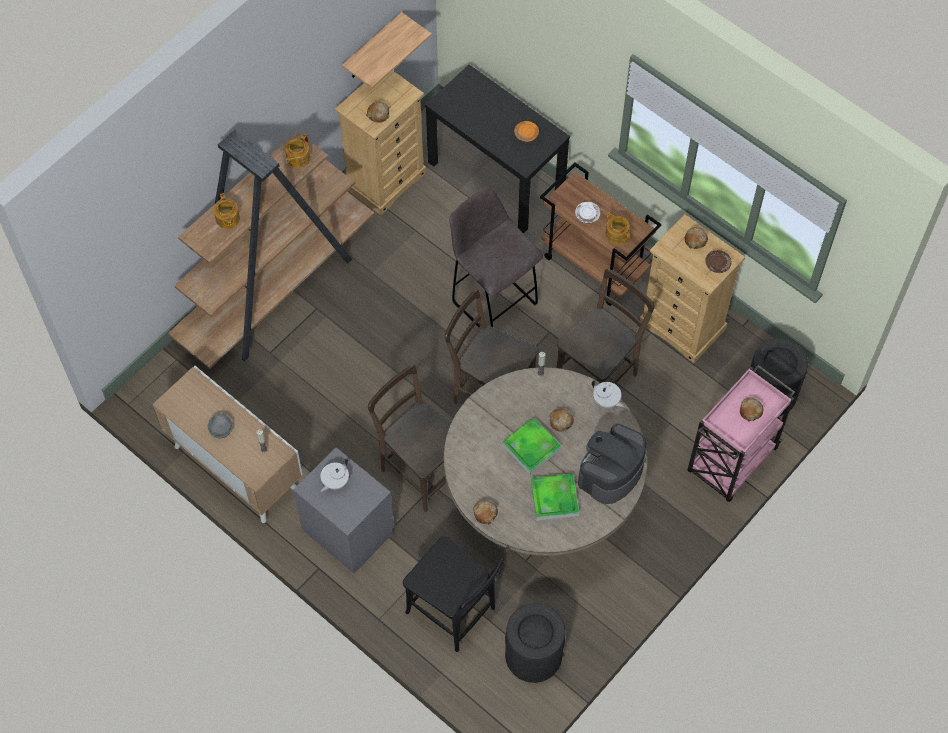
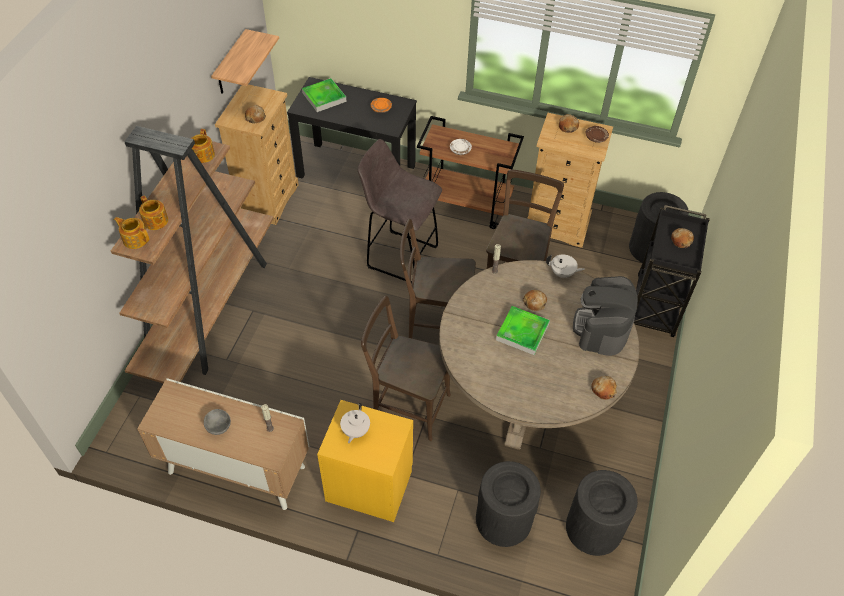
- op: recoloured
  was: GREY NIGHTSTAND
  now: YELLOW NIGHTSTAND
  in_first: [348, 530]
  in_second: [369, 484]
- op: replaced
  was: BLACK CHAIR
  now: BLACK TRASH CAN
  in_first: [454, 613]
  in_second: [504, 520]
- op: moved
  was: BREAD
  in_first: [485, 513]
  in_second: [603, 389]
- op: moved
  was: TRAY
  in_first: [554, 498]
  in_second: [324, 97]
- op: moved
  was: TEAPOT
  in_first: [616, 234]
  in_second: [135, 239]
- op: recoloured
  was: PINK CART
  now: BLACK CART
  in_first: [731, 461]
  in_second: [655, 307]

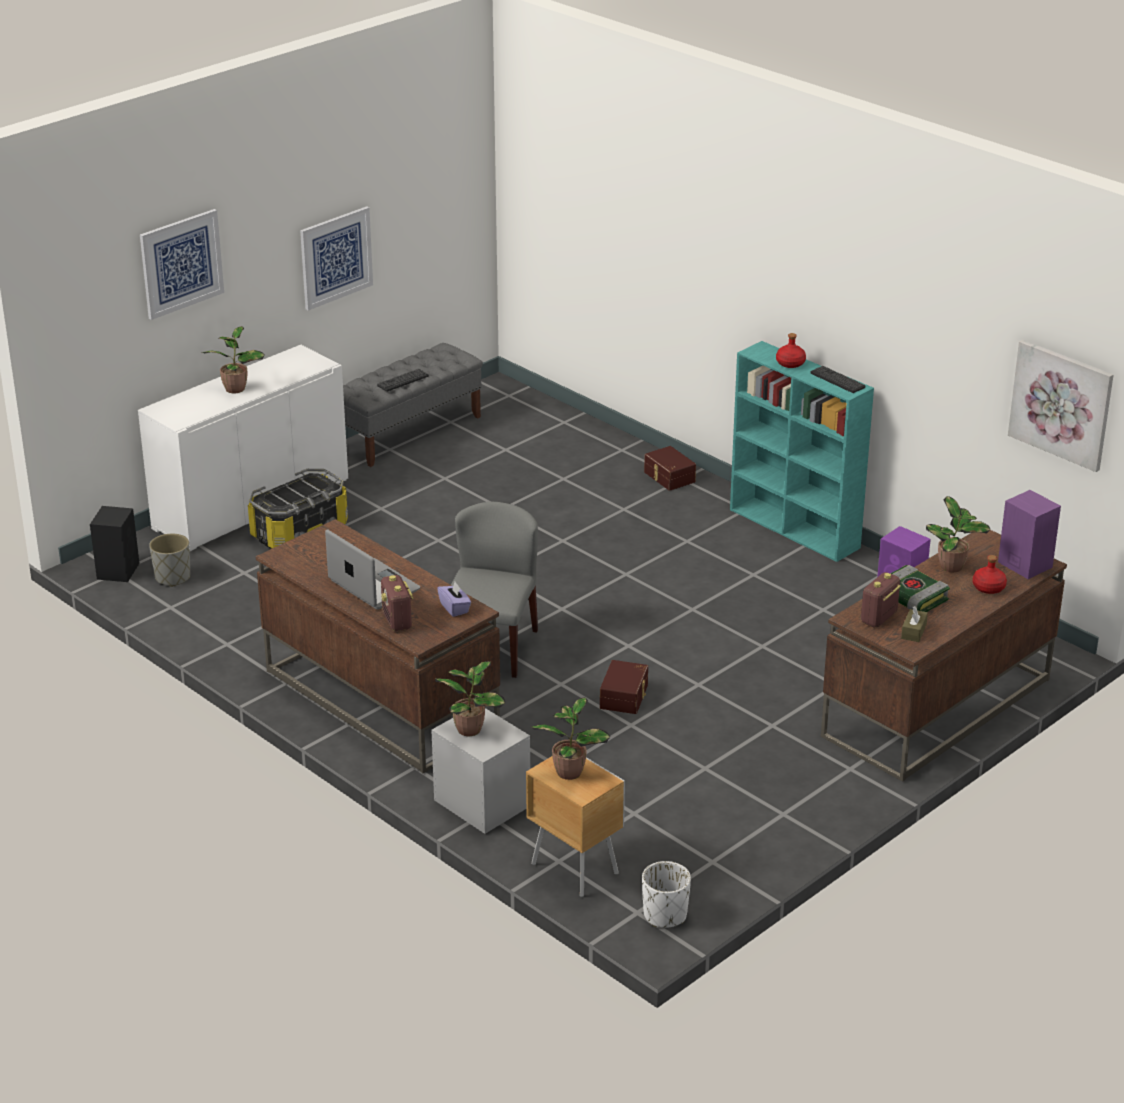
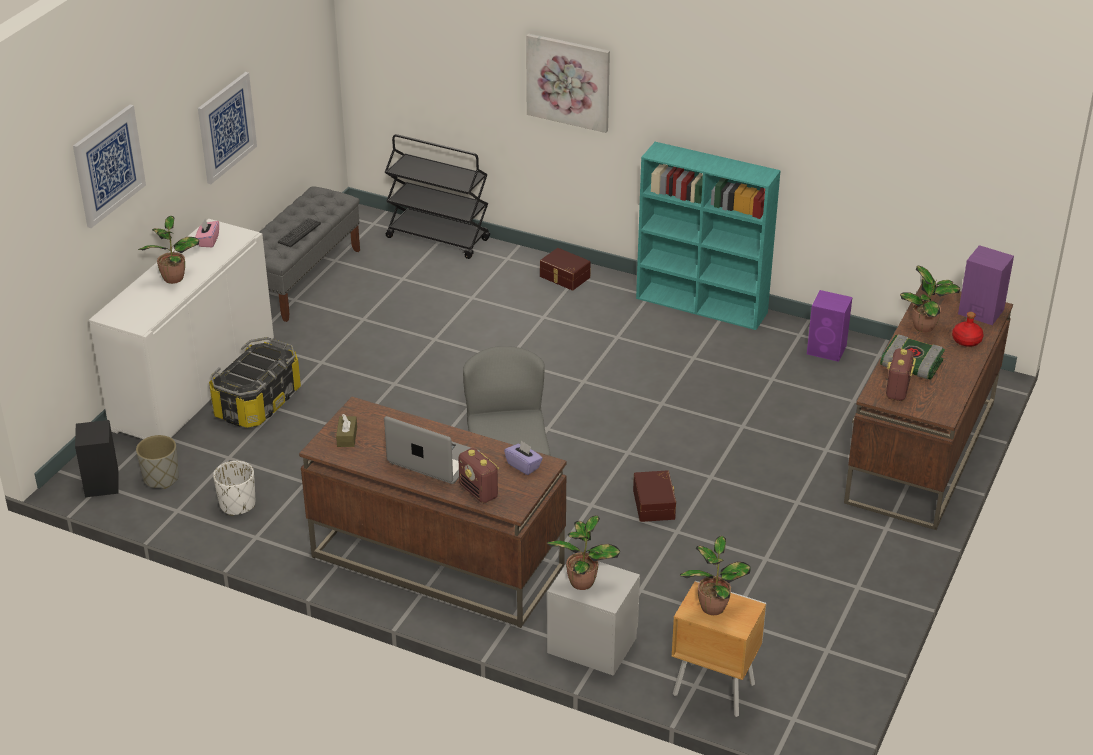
- op: moved
  was: WHITE PLANTER
  in_first: [665, 915]
  in_second: [237, 504]
- op: removed
  was: RED BOTTLE
  in_first: [790, 363]
- op: removed
  was: KEYBOARD
  in_first: [837, 380]
- op: moved
  was: BROWN TISSUE BOX
  in_first: [913, 631]
  in_second: [347, 437]
- op: moved
  was: PICTURE
  in_first: [1061, 404]
  in_second: [568, 81]
- op: added
  now: PINK TISSUE BOX
  in_second: [208, 241]
- op: added
  now: BLACK CART
  in_second: [439, 238]

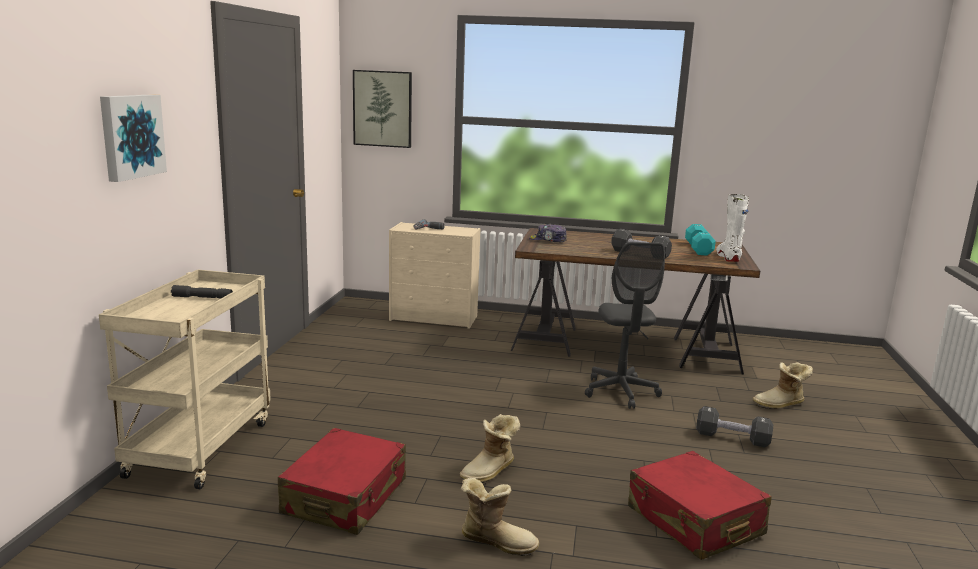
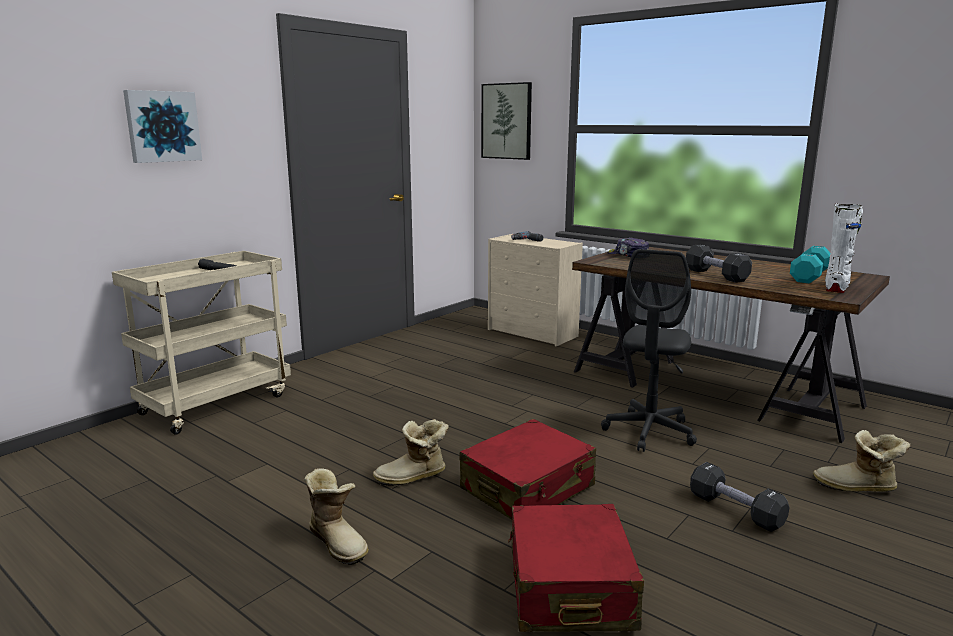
- op: moved
  was: RED SUITCASE
  in_first: [345, 497]
  in_second: [528, 488]

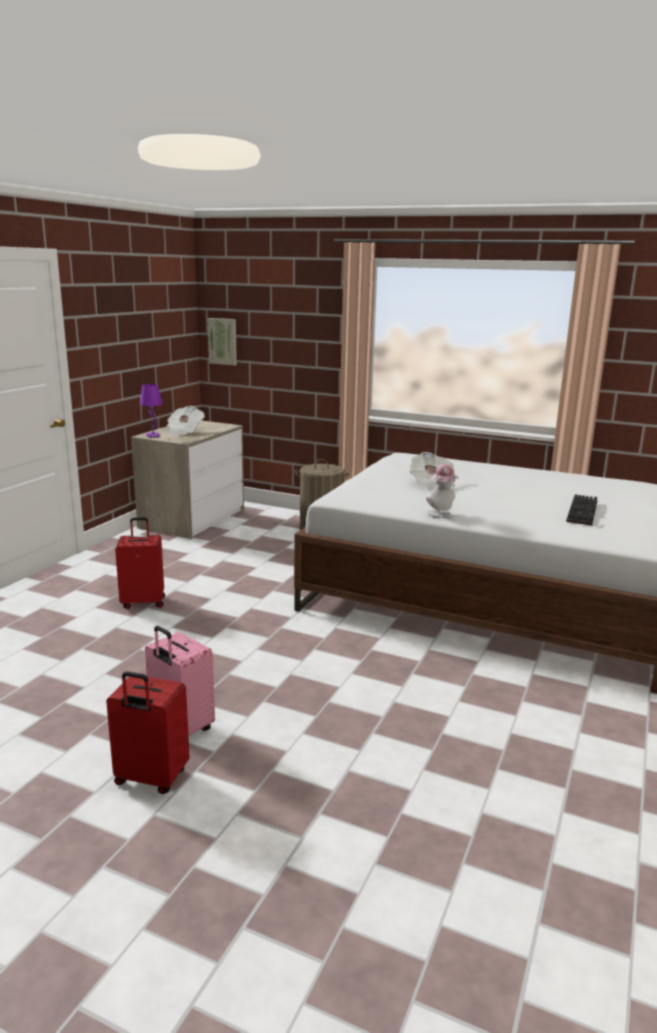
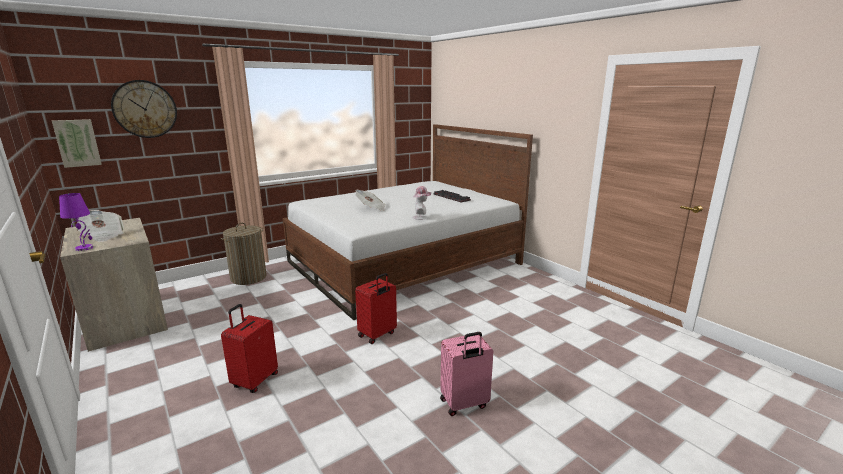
- op: moved
  was: RED SUITCASE
  in_first: [150, 779]
  in_second: [377, 335]
- op: added
  now: WALL CLOCK
  in_second: [145, 109]

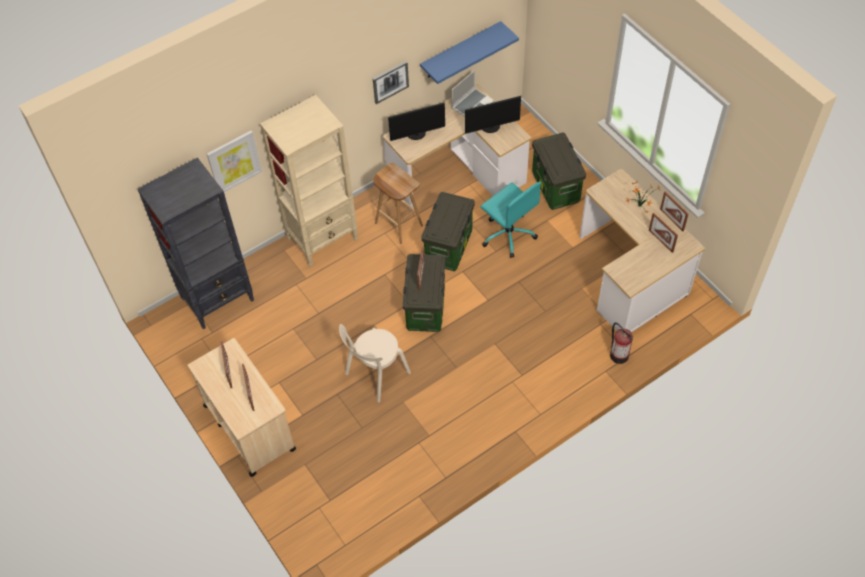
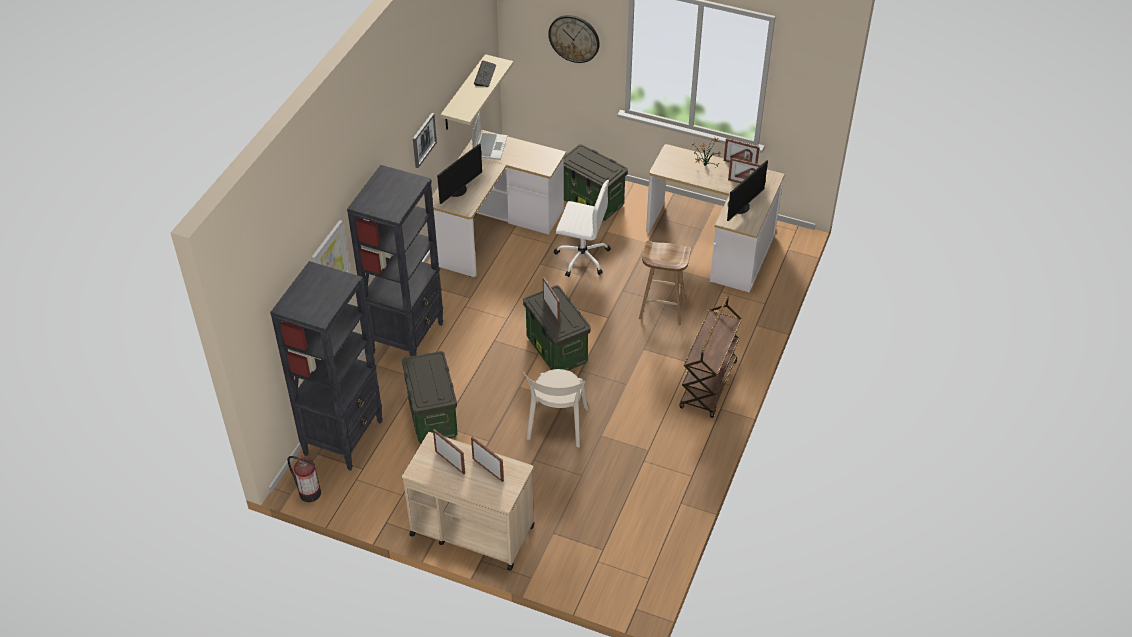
- op: recoloured
  was: BEIGE BOOKCASE
  now: BLACK BOOKCASE
  in_first: [323, 238]
  in_second: [407, 338]
- op: moved
  was: BROWN STOOL
  in_first: [398, 224]
  in_second: [661, 310]
- op: recoloured
  was: BLUE SHELF
  now: BEIGE SHELF
  in_first: [461, 50]
  in_second: [463, 94]
- op: moved
  was: STORAGE BOX
  in_first: [448, 246]
  in_second: [432, 416]
- op: moved
  was: MONITOR
  in_first: [491, 127]
  in_second: [740, 207]
- op: recoloured
  was: TURQUOISE OFFICE CHAIR
  now: WHITE OFFICE CHAIR
  in_first: [508, 234]
  in_second: [581, 257]
- op: moved
  was: FIRE EXTINGUISHER
  in_first: [618, 354]
  in_second: [308, 492]
- op: added
  now: KEYBOARD
  in_second: [485, 75]
- op: added
  now: WALL CLOCK
  in_second: [574, 38]
- op: added
  now: BROWN CART
  in_second: [708, 385]

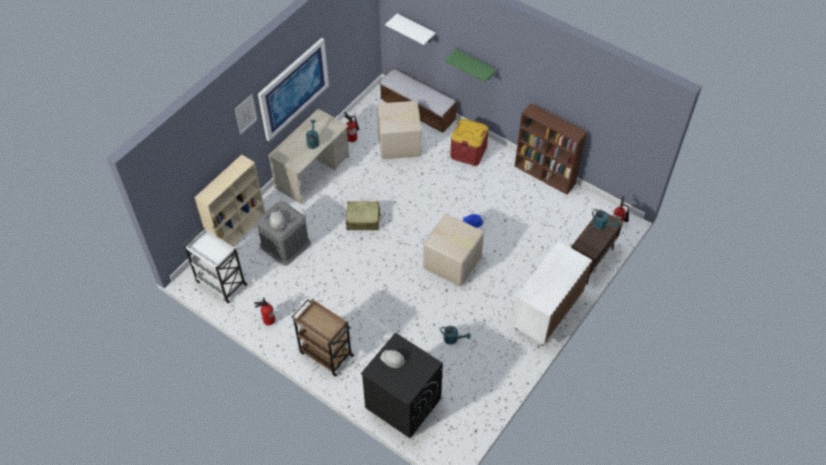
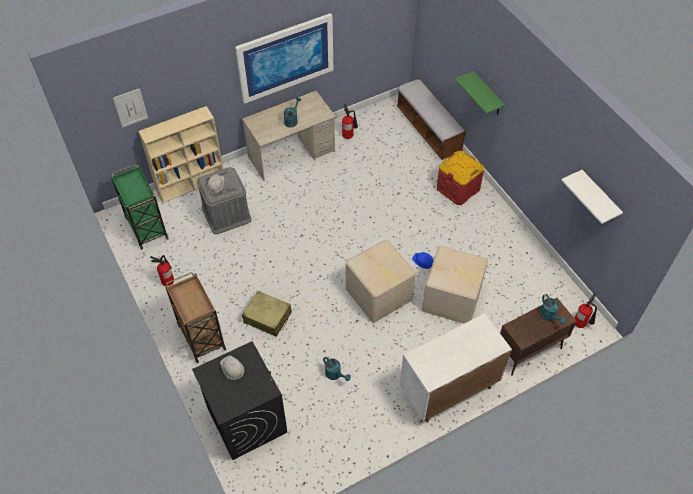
- op: recoloured
  was: WHITE CART
  now: GREEN CART
  in_first: [220, 282]
  in_second: [146, 227]
- op: moved
  was: PICTURE
  in_first: [246, 114]
  in_second: [130, 107]
- op: moved
  was: BEIGE SUITCASE
  in_first: [363, 219]
  in_second: [267, 318]
- op: moved
  was: CARDBOARD BOX
  in_first: [400, 143]
  in_second: [452, 299]
- op: moved
  was: WHITE SHELF
  in_first: [416, 29]
  in_second: [599, 197]
- op: removed
  was: BROWN BOOKCASE
  in_first: [545, 175]

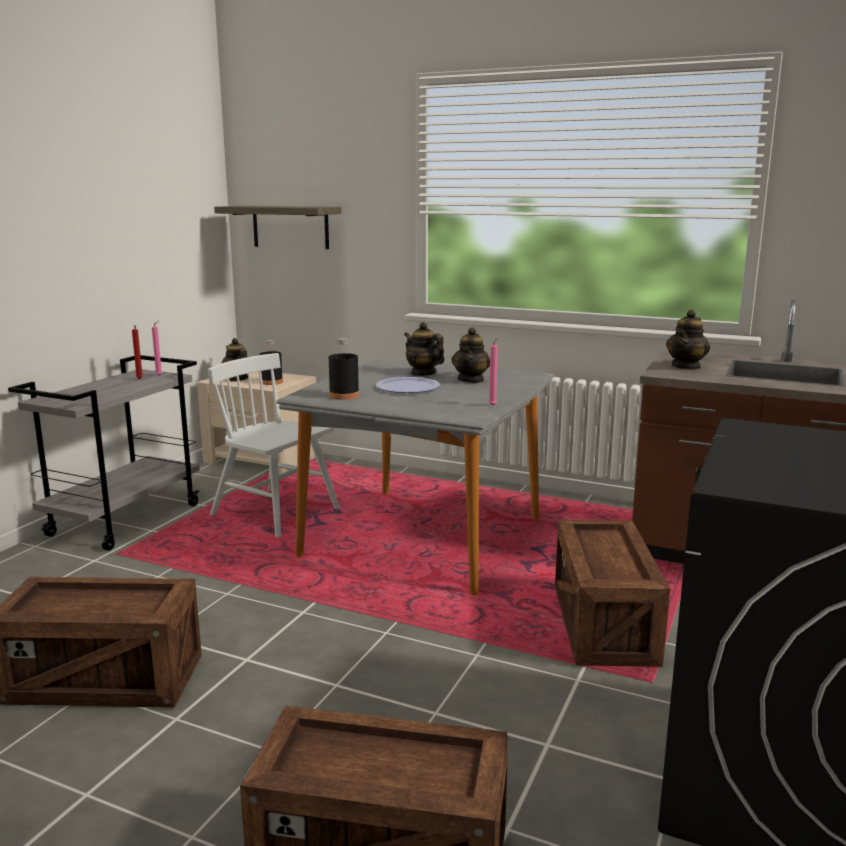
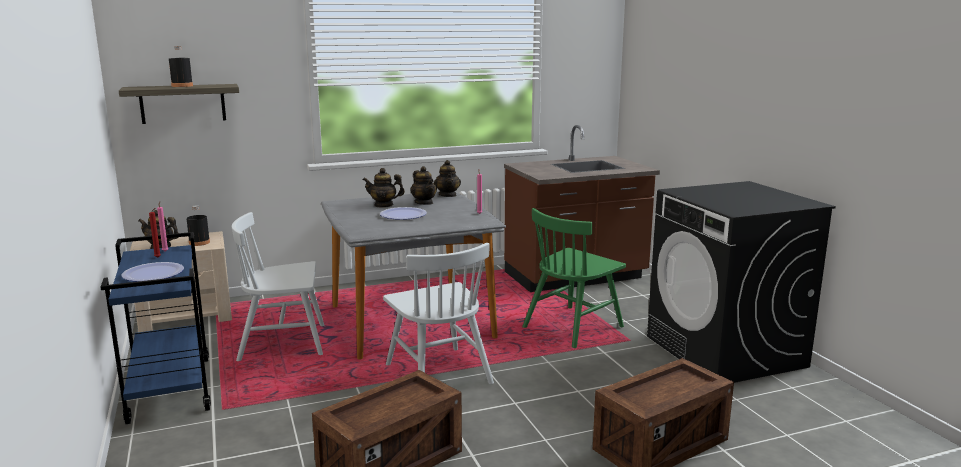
- op: recoloured
  was: GREY CART
  now: BLUE CART
  in_first: [125, 519]
  in_second: [169, 389]
- op: moved
  was: BLACK BOTTLE
  in_first: [344, 395]
  in_second: [182, 86]
- op: replaced
  was: CRATE
  now: GREEN CHAIR
  in_first: [603, 624]
  in_second: [572, 327]
- op: moved
  was: TEAPOT
  in_first: [686, 366]
  in_second: [447, 195]
- op: added
  now: PLATE
  in_second: [153, 274]
- op: added
  now: WHITE CHAIR
  in_second: [438, 374]

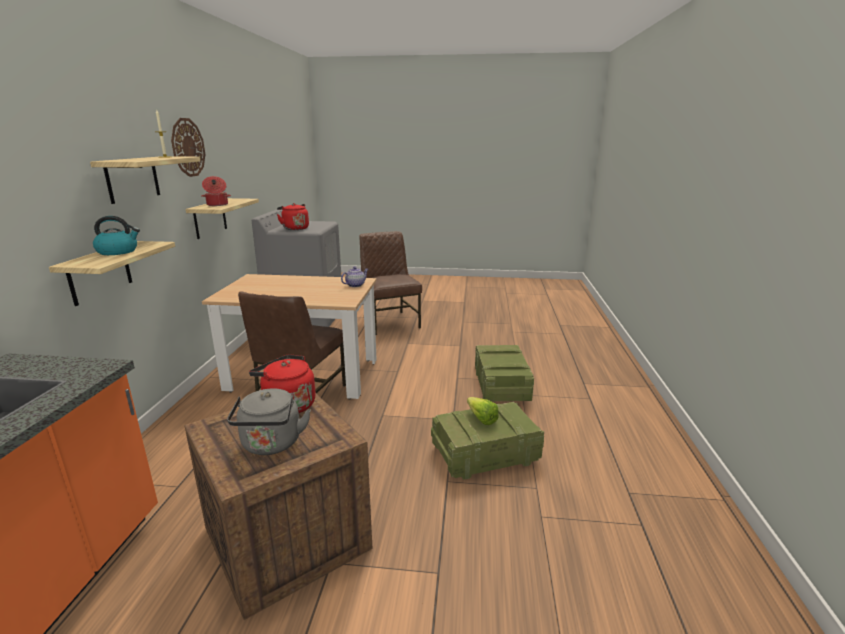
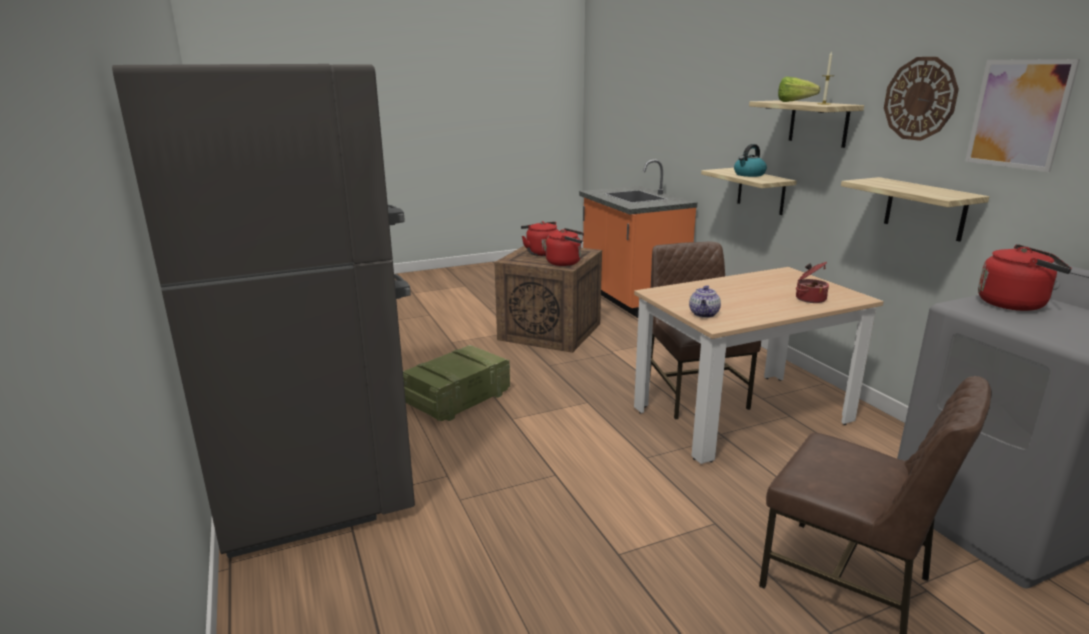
- op: moved
  was: COOKING POT
  in_first: [217, 205]
  in_second: [810, 298]
- op: recoloured
  was: GREY KETTLE
  now: RED KETTLE
  in_first: [271, 445]
  in_second: [541, 253]
- op: moved
  was: LETTUCE
  in_first: [480, 417]
  in_second: [797, 102]
- op: removed
  was: CRATE
  in_first: [500, 385]
- op: added
  now: GREY FRIDGE
  in_second: [314, 476]
- op: added
  now: PICTURE
  in_second: [1018, 114]

